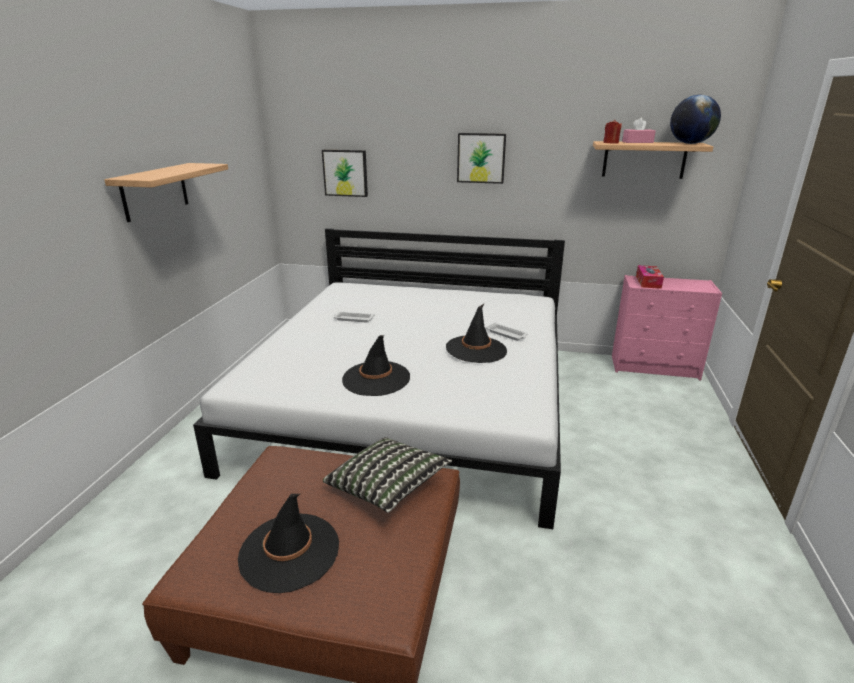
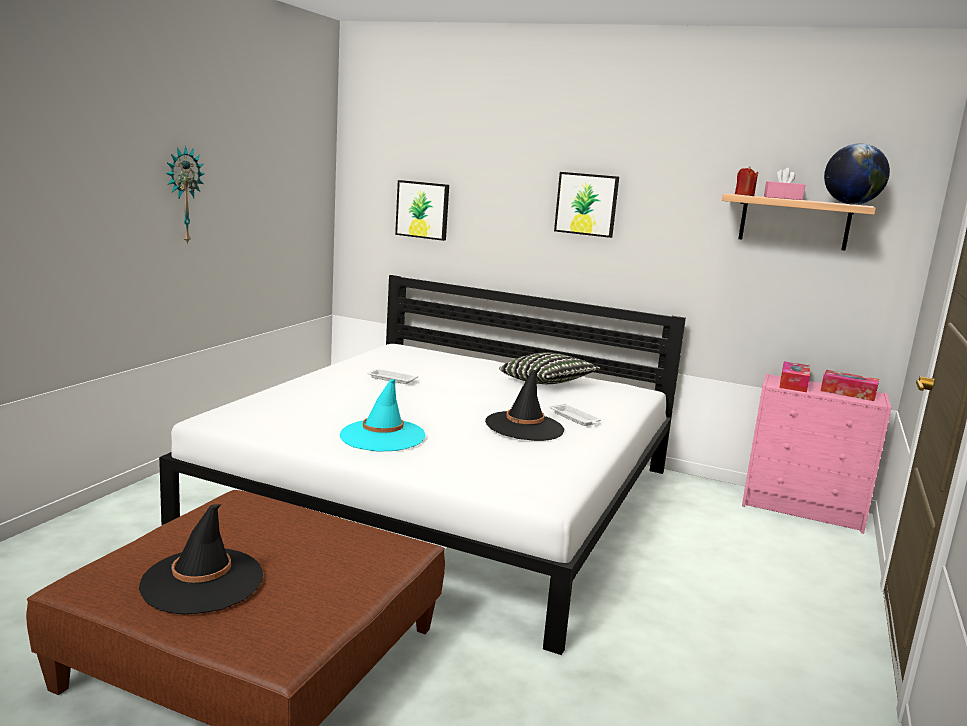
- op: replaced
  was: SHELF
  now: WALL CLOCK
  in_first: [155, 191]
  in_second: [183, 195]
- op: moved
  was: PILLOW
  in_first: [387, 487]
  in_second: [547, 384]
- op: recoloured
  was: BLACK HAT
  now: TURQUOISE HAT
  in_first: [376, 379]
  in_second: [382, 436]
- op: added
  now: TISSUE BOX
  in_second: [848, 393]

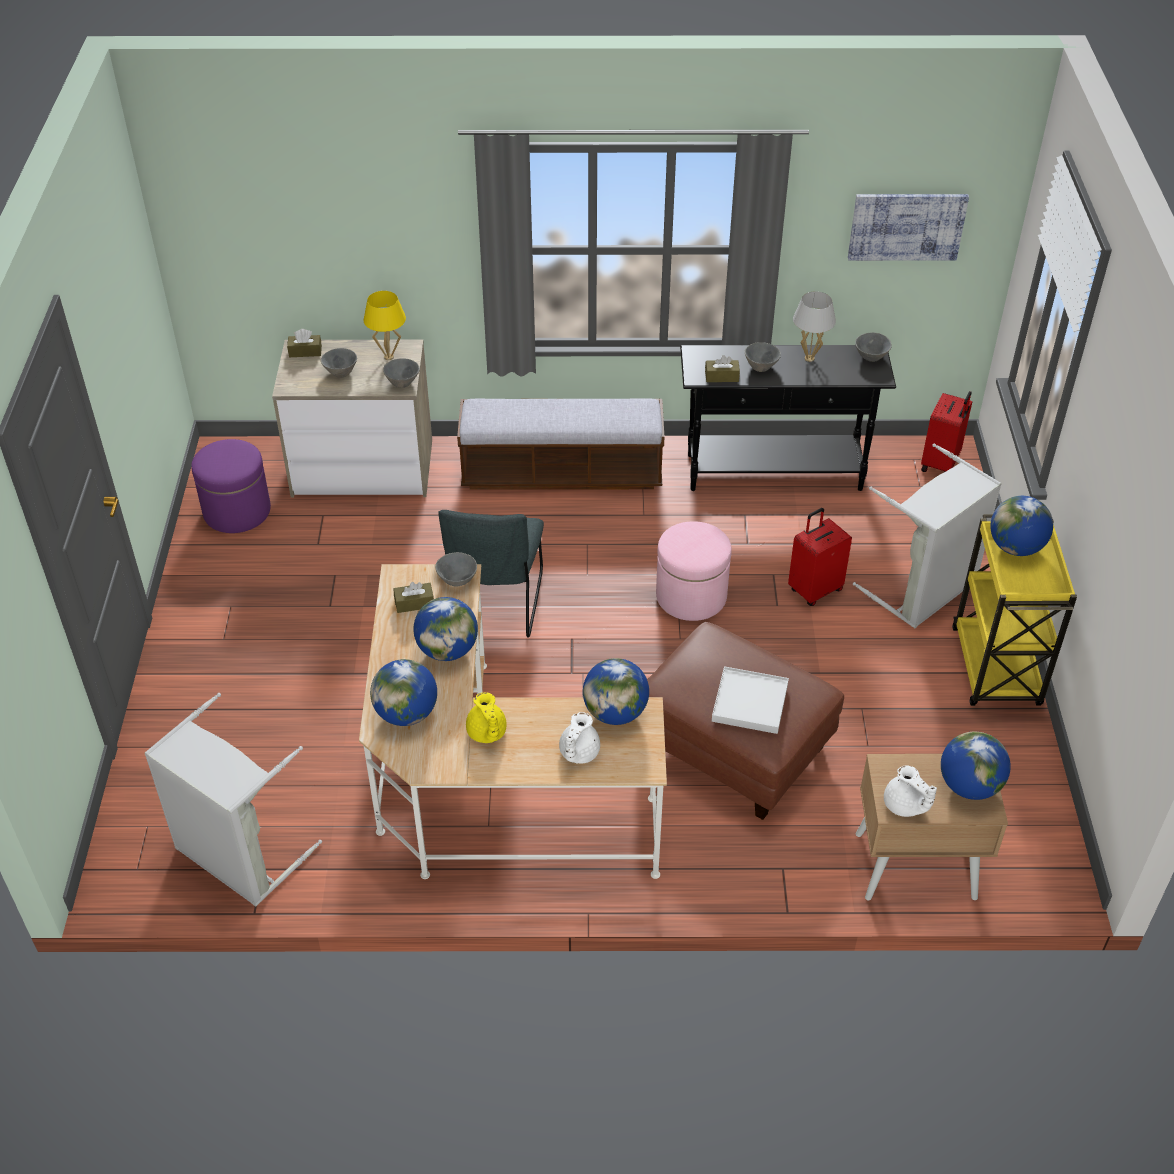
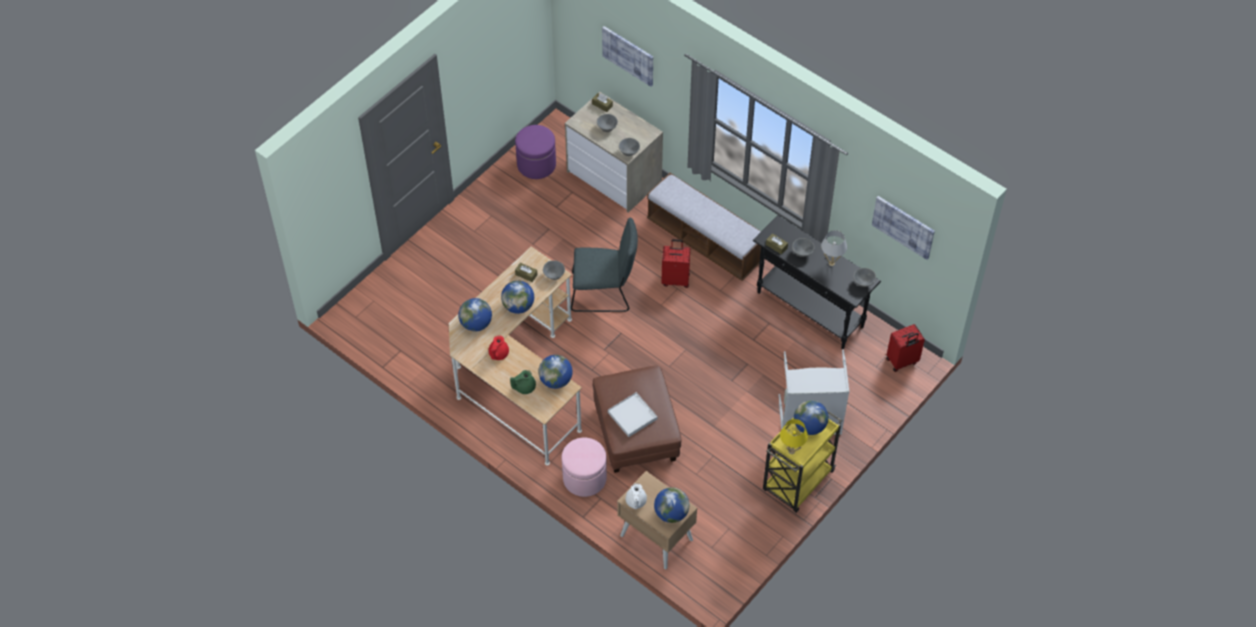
- op: removed
  was: GREY LAUNDRY BASKET
  in_first: [238, 856]
- op: moved
  was: YELLOW TABLE LAMP
  in_first: [388, 357]
  in_second: [791, 451]
- op: turned
  was: GREY CHAIR
  in_first: [496, 606]
  in_second: [604, 293]
  clockwise: -135
- op: recoloured
  was: YELLOW TEAPOT
  now: RED TEAPOT
  in_first: [486, 733]
  in_second: [498, 354]
- op: recoloured
  was: WHITE TEAPOT
  now: GREEN TEAPOT
  in_first: [578, 753]
  in_second: [524, 387]
- op: moved
  was: PINK OTTOMAN
  in_first: [691, 596]
  in_second: [584, 478]
- op: moved
  was: RED SUITCASE
  in_first: [814, 589]
  in_second: [675, 279]
- op: added
  now: PICTURE
  in_second: [628, 55]

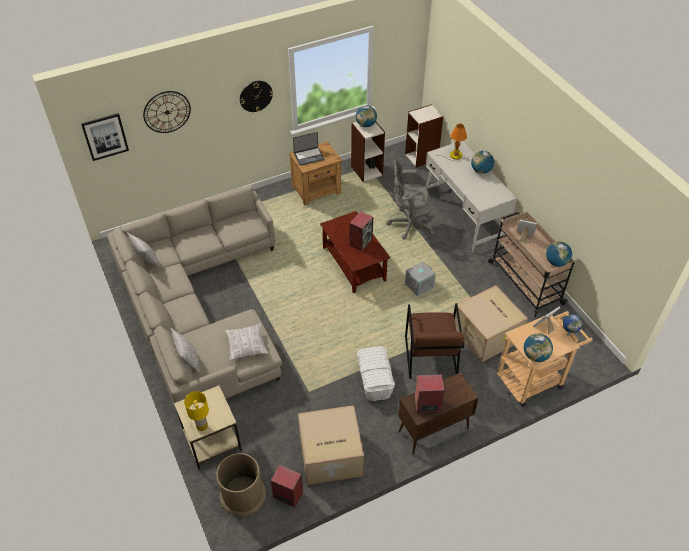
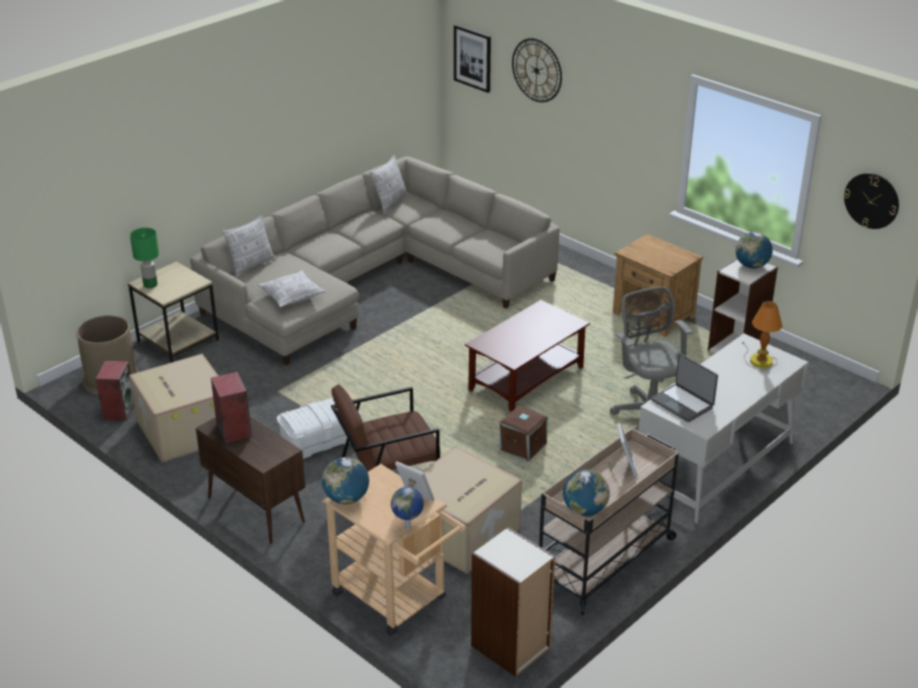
- op: recoloured
  was: YELLOW TABLE LAMP
  now: GREEN TABLE LAMP
  in_first: [202, 426]
  in_second: [150, 285]
- op: moved
  was: WALL CLOCK
  in_first: [255, 96]
  in_second: [871, 200]
- op: moved
  was: LAPTOP
  in_first: [309, 156]
  in_second: [683, 403]
- op: removed
  was: SPEAKER
  in_first: [360, 242]
- op: moved
  was: BOOKCASE
  in_first: [422, 157]
  in_second: [511, 647]
- op: recoloured
  was: GREY STORAGE BOX
  now: BROWN STORAGE BOX
  in_first: [419, 285]
  in_second: [523, 446]
- op: removed
  was: GLOBE
  in_first: [481, 170]

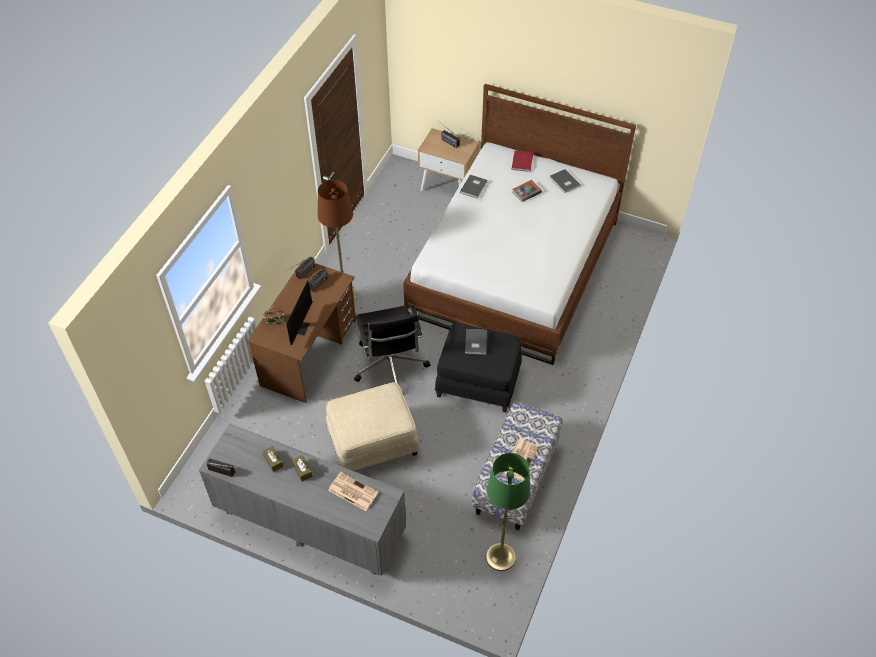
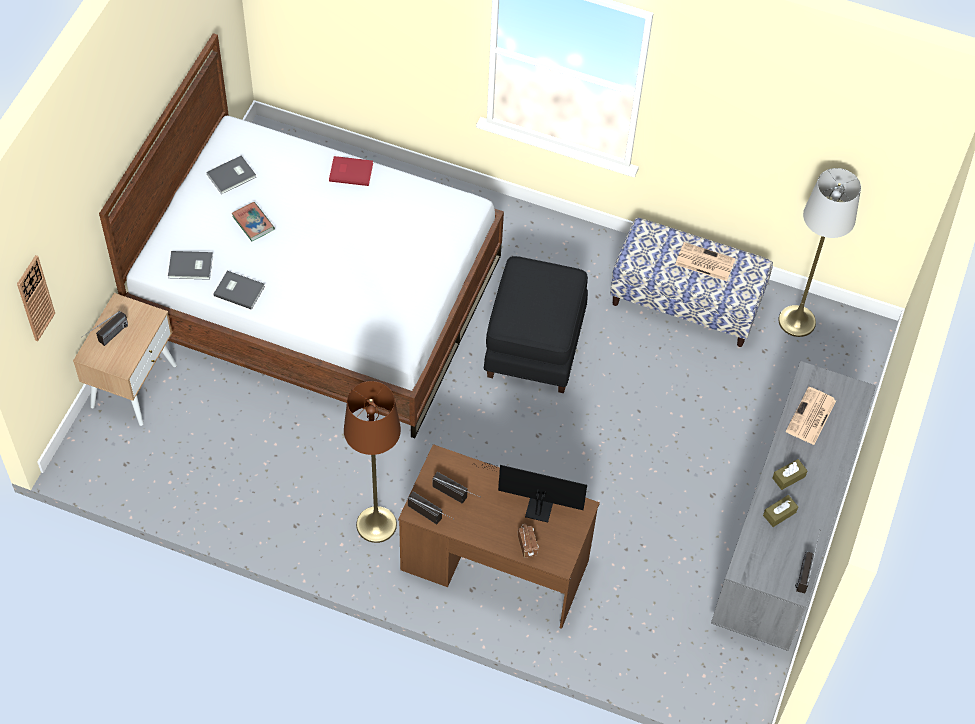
- op: removed
  was: BEIGE OTTOMAN
  in_first: [373, 443]
- op: removed
  was: BLACK OFFICE CHAIR
  in_first: [390, 366]
- op: moved
  was: GREY BOOK
  in_first: [475, 342]
  in_second: [191, 267]
- op: recoloured
  was: GREEN FLOOR LAMP
  now: GREY FLOOR LAMP
  in_first: [500, 557]
  in_second: [797, 321]
- op: moved
  was: RED BOOK
  in_first: [523, 161]
  in_second: [350, 171]
- op: added
  now: WALL CLOCK
  in_second: [35, 298]

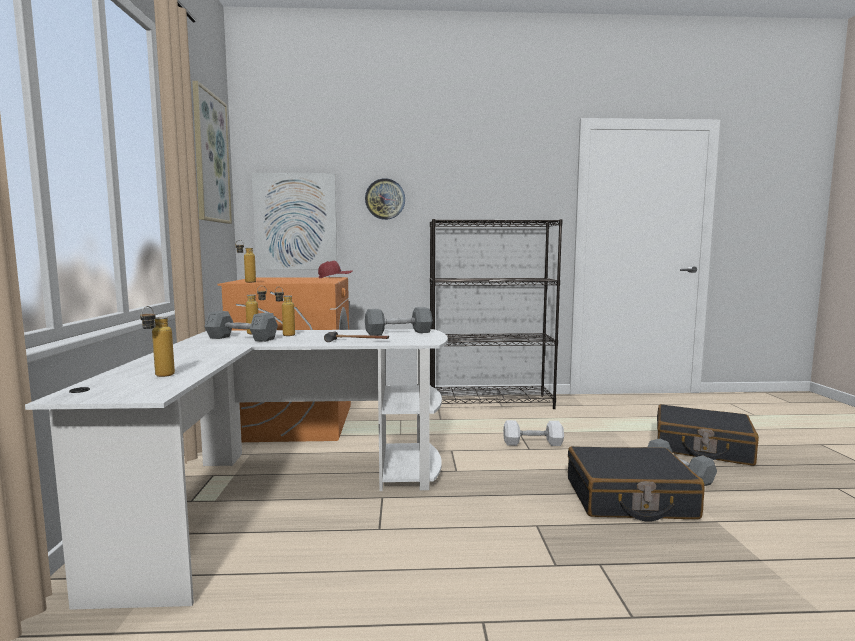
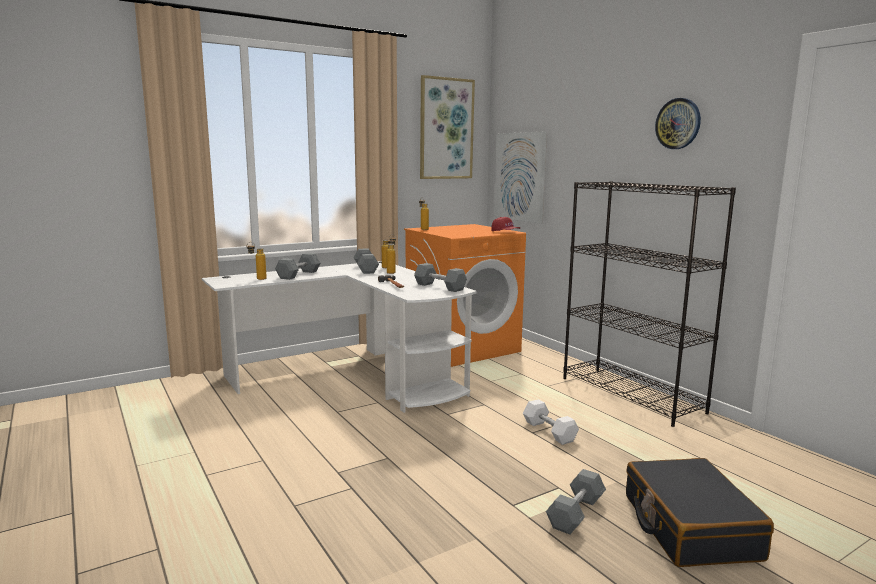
- op: moved
  was: WALL CLOCK
  in_first: [385, 199]
  in_second: [678, 123]
- op: removed
  was: BLACK SUITCASE
  in_first: [629, 499]
- op: added
  now: GREY DUMBBELL
  in_second: [298, 275]

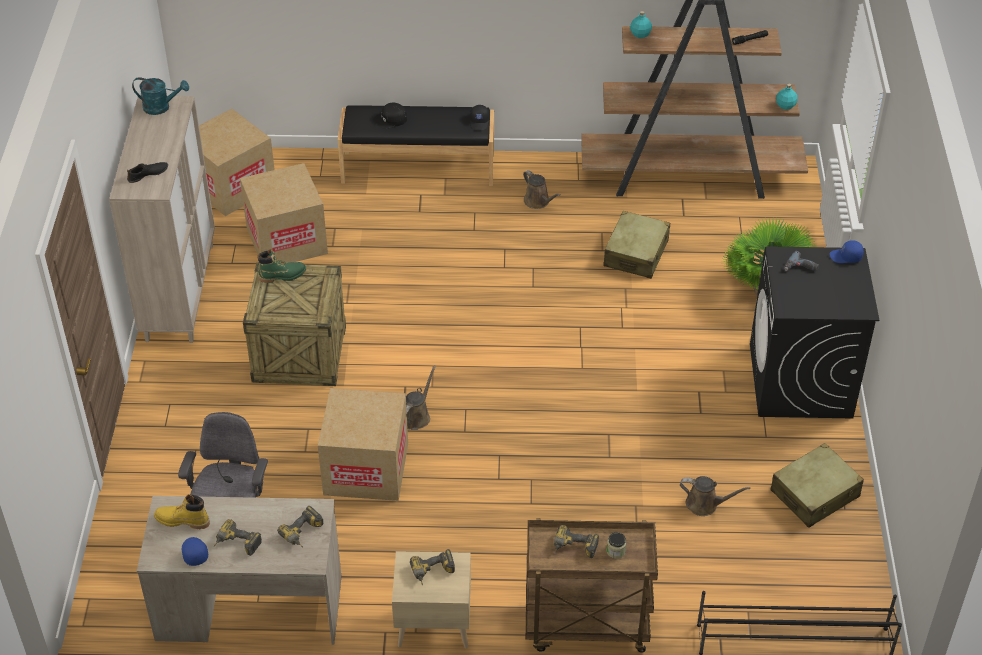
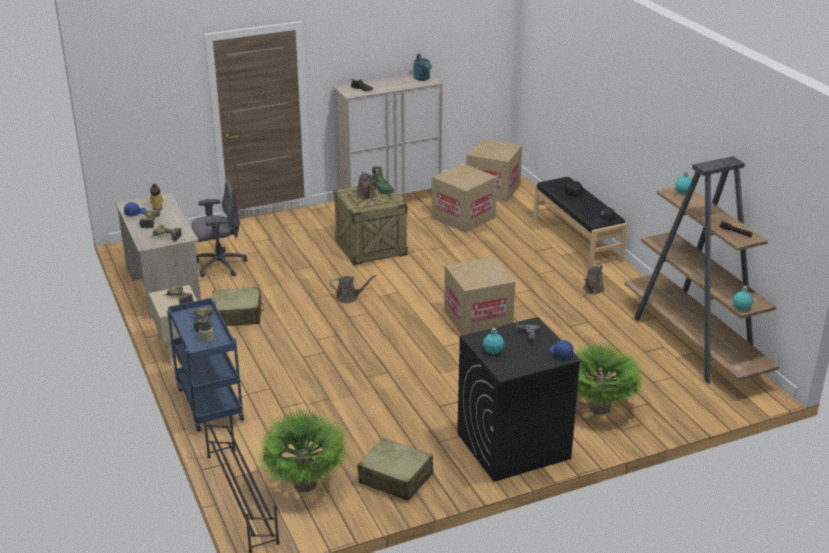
- op: moved
  was: CARDBOARD BOX
  in_first: [366, 468]
  in_second: [478, 319]
- op: recoloured
  was: BROWN CART
  now: BLUE CART
  in_first: [585, 626]
  in_second: [208, 403]
- op: moved
  was: BEIGE SUITCASE
  in_first: [636, 253]
  in_second: [237, 315]
- op: moved
  was: BROWN WATERING CAN
  in_first: [705, 504]
  in_second: [366, 196]
- op: added
  now: POTTED PLANT
  in_second: [305, 484]
- op: added
  now: TURQUOISE BOTTLE
  in_second: [493, 351]

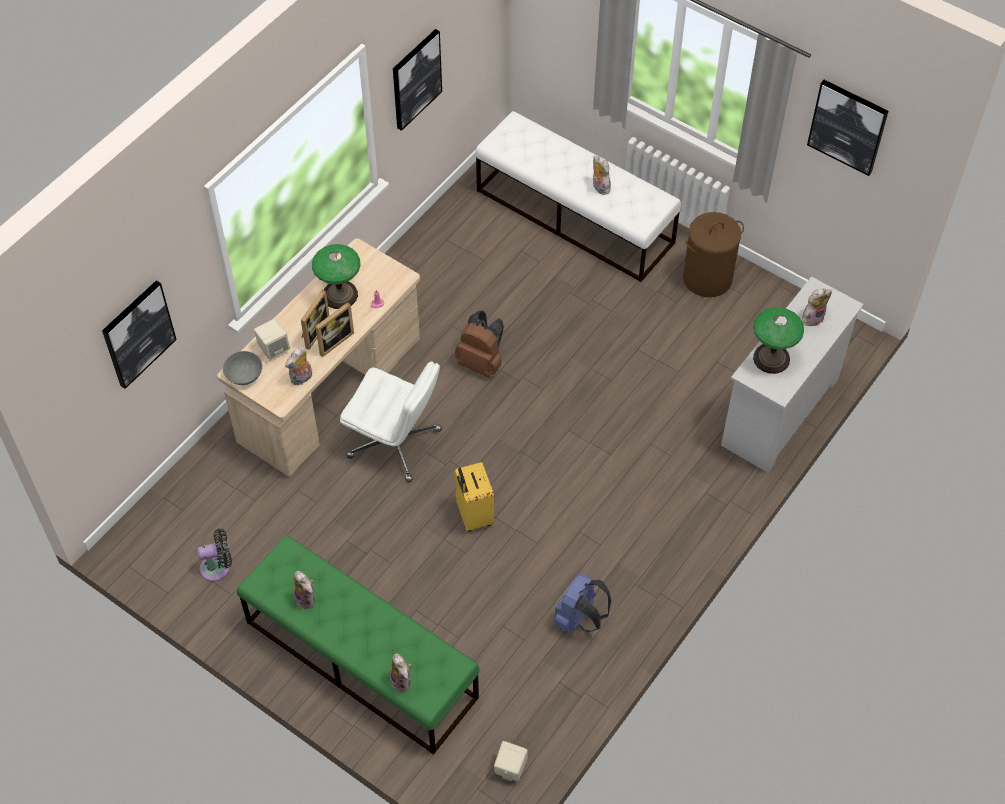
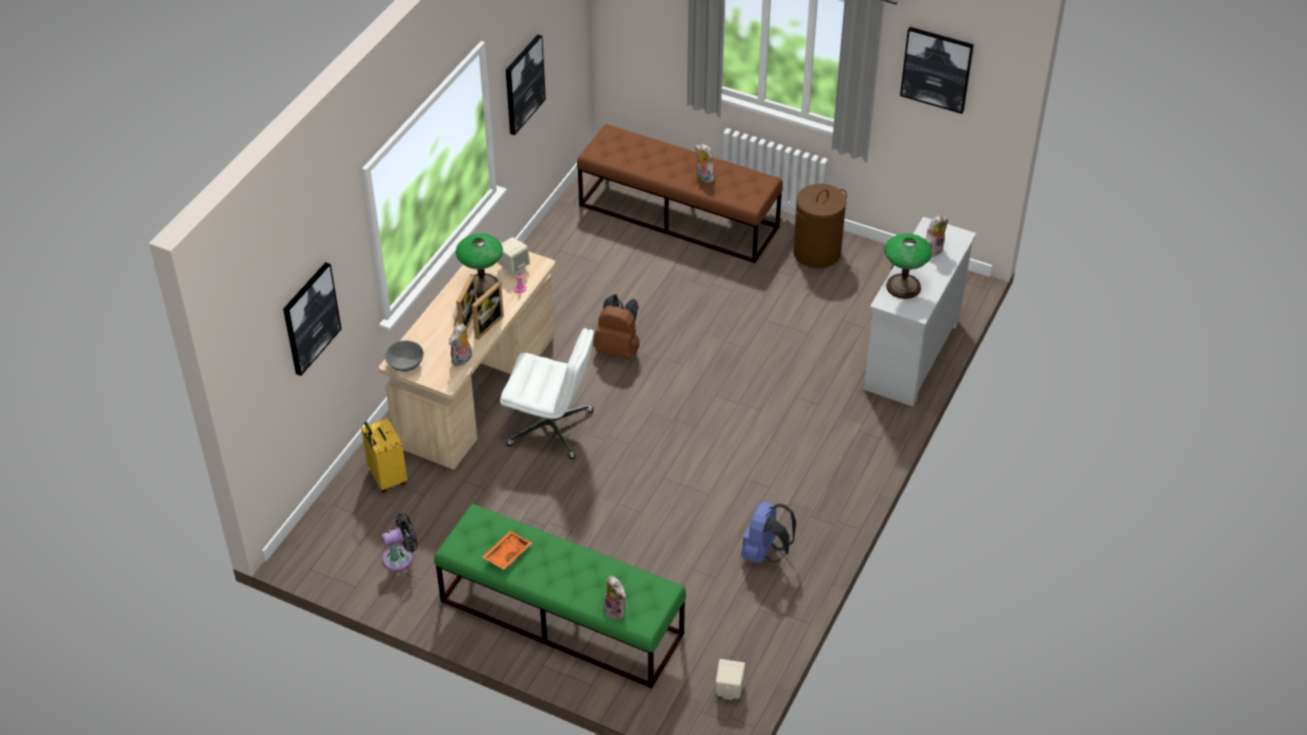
- op: moved
  was: BEIGE SPEAKER
  in_first: [274, 349]
  in_second: [513, 267]
- op: replaced
  was: PLUSH TOY
  now: ORANGE TRAY
  in_first: [307, 599]
  in_second: [506, 554]
- op: moved
  was: YELLOW SUITCASE
  in_first: [473, 515]
  in_second: [386, 478]
- op: recoloured
  was: WHITE BENCH
  now: BROWN BENCH
  in_first: [575, 217]
  in_second: [679, 216]

